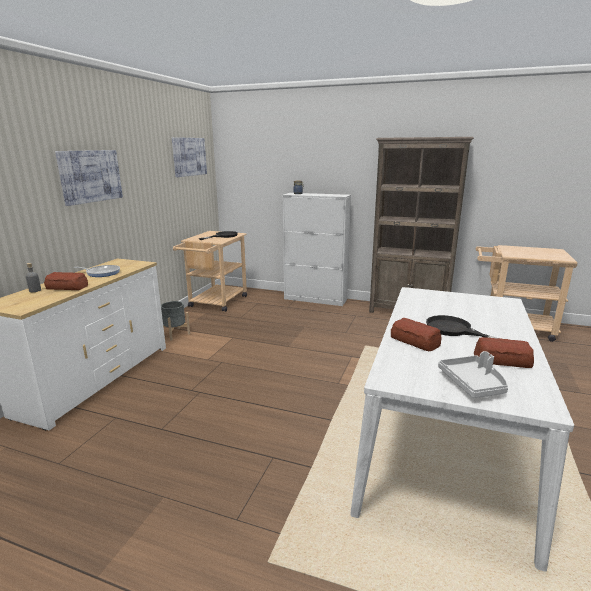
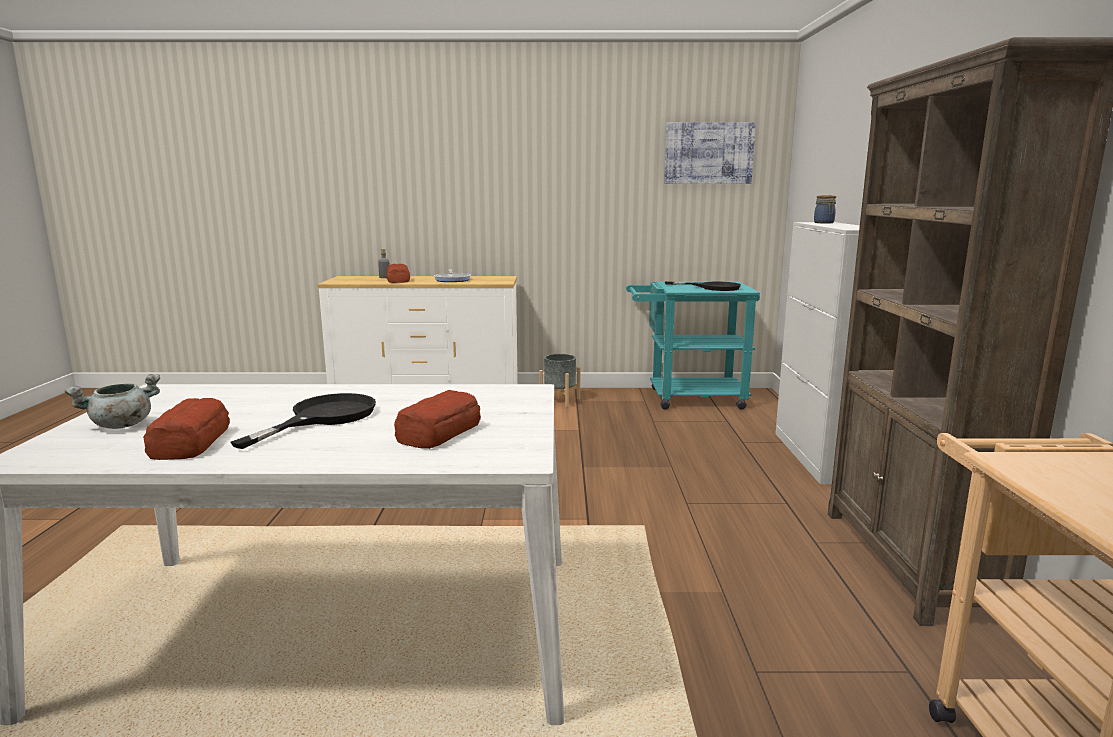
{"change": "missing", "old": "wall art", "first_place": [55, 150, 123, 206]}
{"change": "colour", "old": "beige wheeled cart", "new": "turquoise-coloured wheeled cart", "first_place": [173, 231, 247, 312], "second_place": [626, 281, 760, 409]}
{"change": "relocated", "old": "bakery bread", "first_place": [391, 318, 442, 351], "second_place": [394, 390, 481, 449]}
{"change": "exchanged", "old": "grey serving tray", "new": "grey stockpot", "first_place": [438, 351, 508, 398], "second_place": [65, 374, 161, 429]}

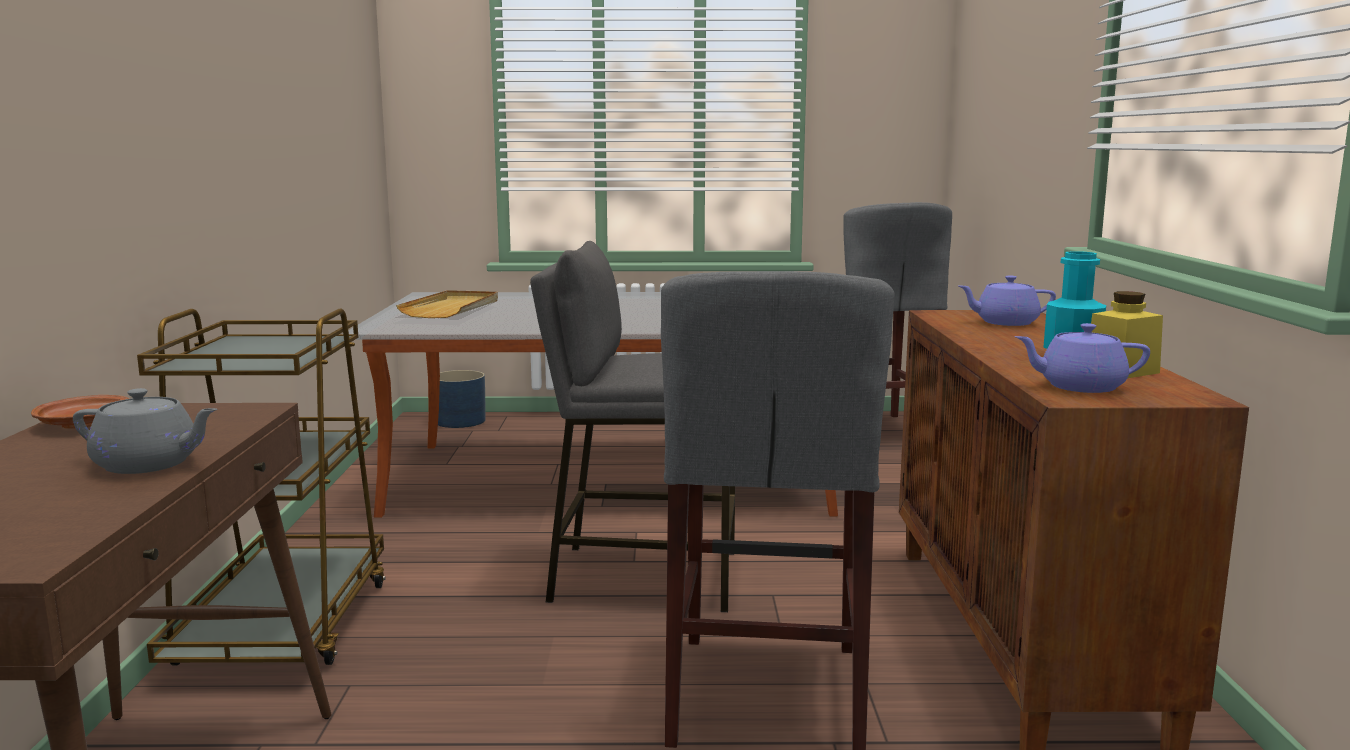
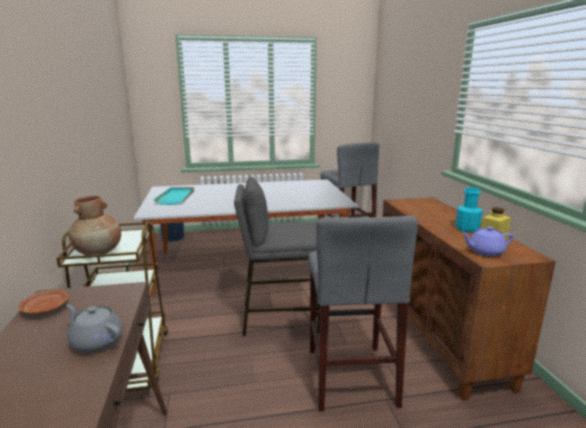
{"change": "missing", "old": "purple-coloured pot for tea", "first_place": [959, 275, 1056, 326]}
{"change": "colour", "old": "beige serving tray", "new": "turquoise-coloured serving tray", "first_place": [396, 290, 498, 318], "second_place": [154, 187, 194, 205]}
{"change": "spun", "old": "grey pot for tea", "first_place": [73, 388, 217, 474], "second_place": [66, 304, 122, 352], "degrees": -150}
{"change": "appeared", "new": "brownish vase", "second_place": [69, 196, 121, 255]}

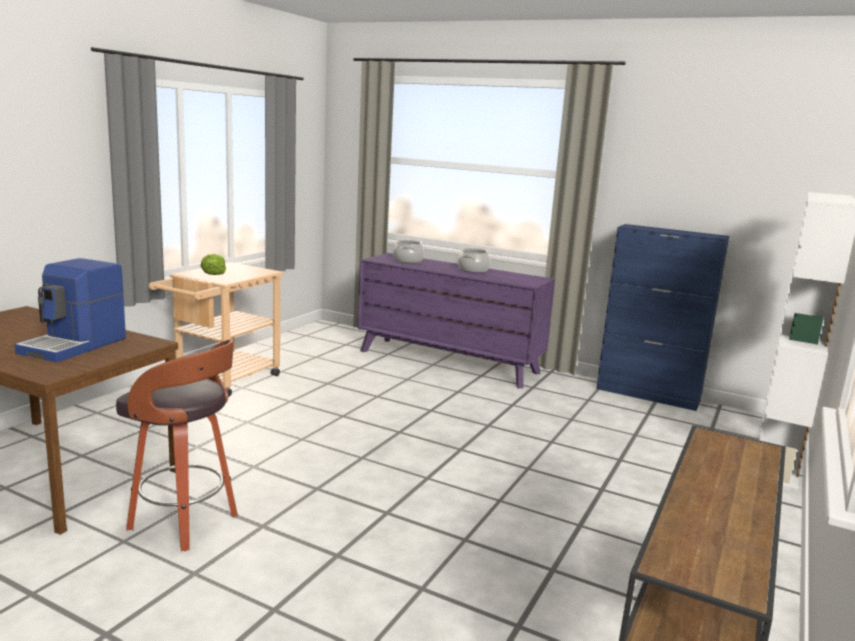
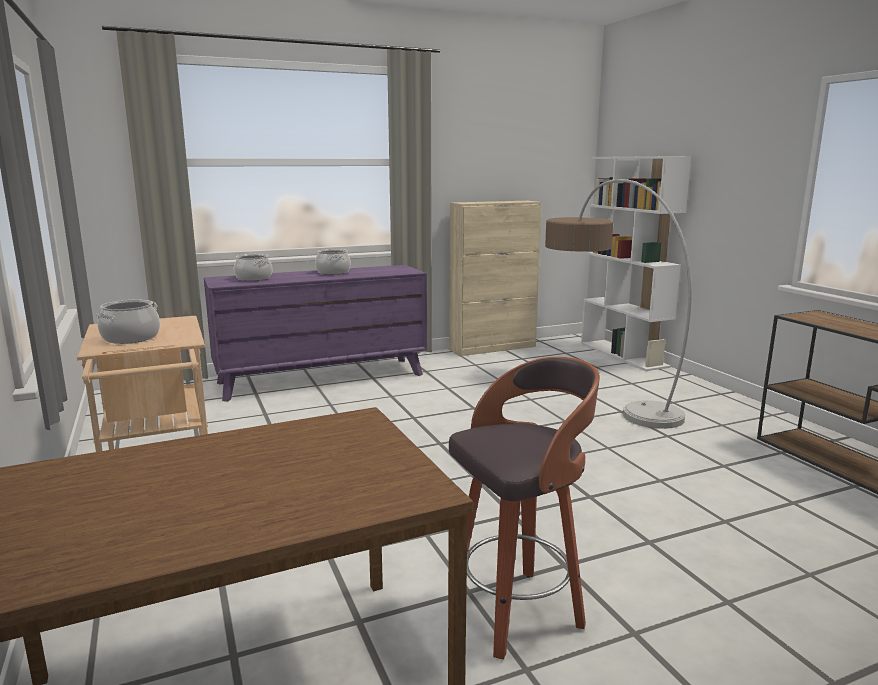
{"change": "colour", "old": "blue cupboard", "new": "beige cupboard", "first_place": [596, 224, 729, 411], "second_place": [449, 201, 542, 356]}
{"change": "exchanged", "old": "head of lettuce", "new": "stockpot", "first_place": [201, 254, 226, 275], "second_place": [96, 300, 160, 344]}
{"change": "missing", "old": "coffee maker", "first_place": [14, 258, 126, 363]}
{"change": "appeared", "new": "standard lamp", "second_place": [545, 179, 692, 429]}

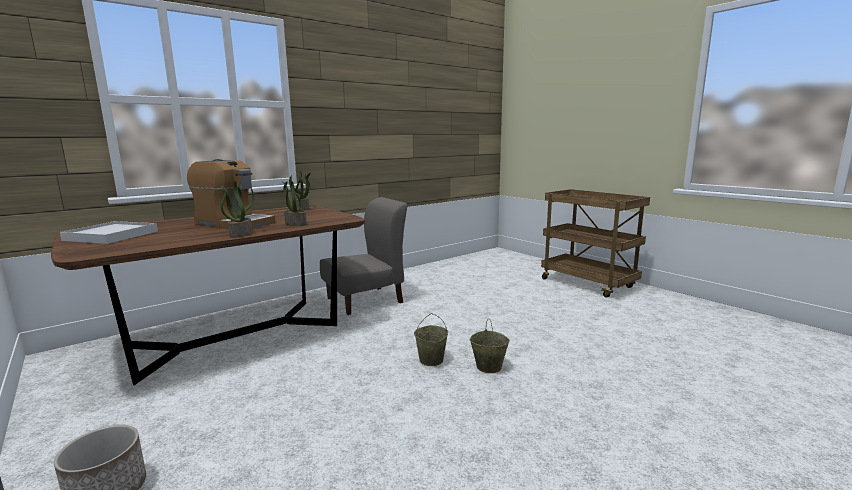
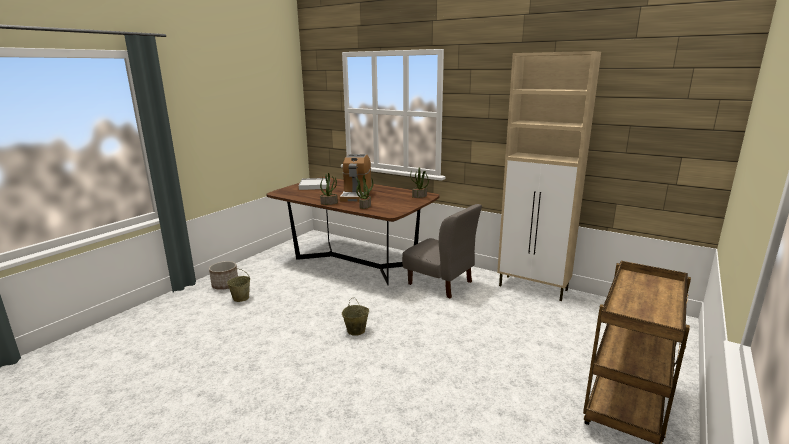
{"change": "relocated", "old": "beige pail", "first_place": [470, 319, 510, 373], "second_place": [227, 269, 250, 302]}
{"change": "appeared", "new": "beige cupboard", "second_place": [497, 51, 601, 301]}

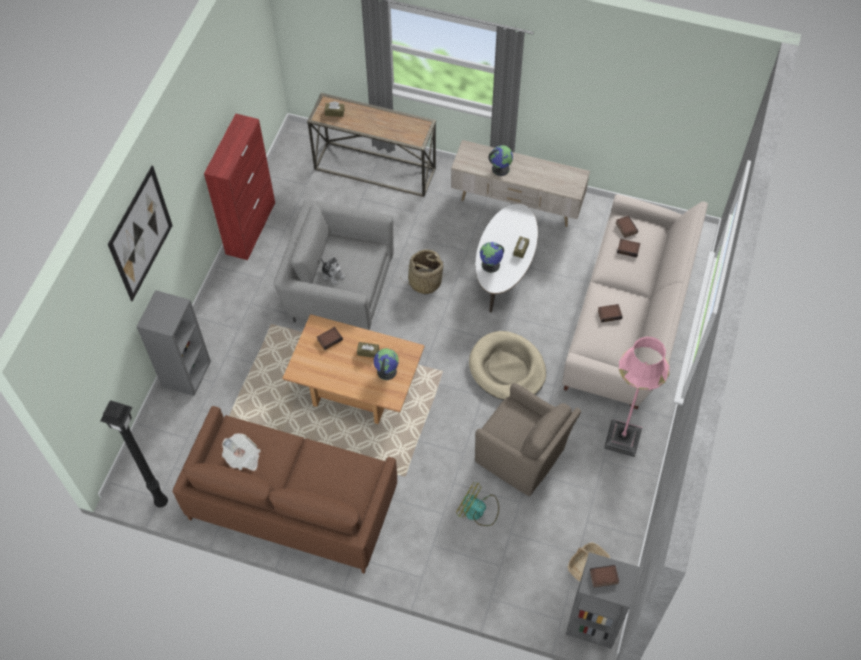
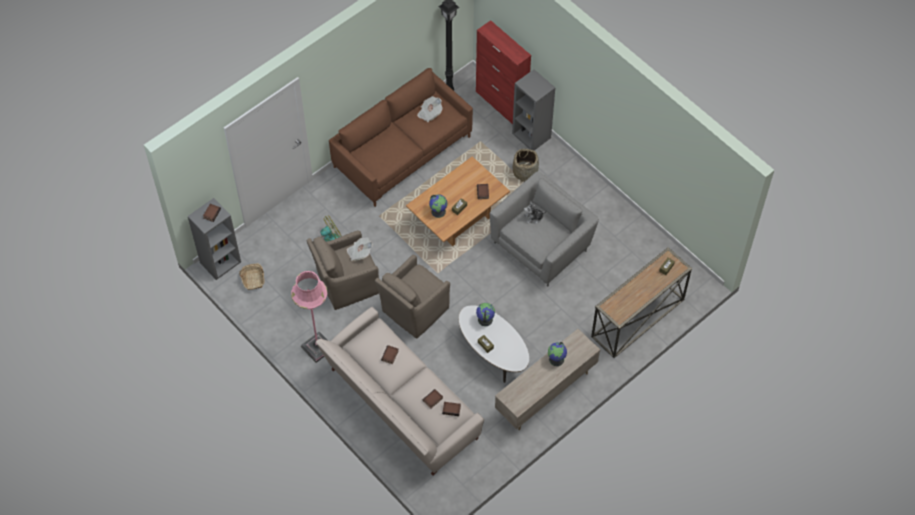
{"change": "relocated", "old": "red cupboard", "first_place": [204, 114, 275, 260], "second_place": [476, 20, 531, 124]}
{"change": "missing", "old": "wall art", "first_place": [108, 166, 173, 301]}
{"change": "relocated", "old": "storage basket", "first_place": [400, 249, 447, 294], "second_place": [513, 149, 539, 182]}
{"change": "exchanged", "old": "beige dog bed", "new": "brownish lounge chair", "first_place": [469, 331, 546, 400], "second_place": [375, 255, 450, 339]}
{"change": "appeared", "new": "daily paper", "second_place": [346, 237, 373, 261]}

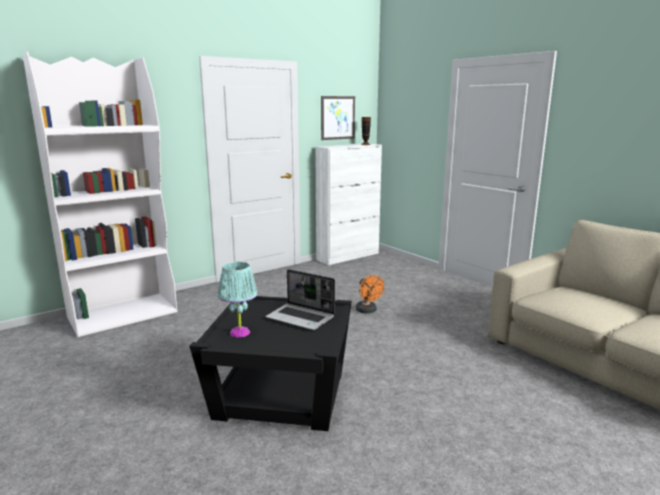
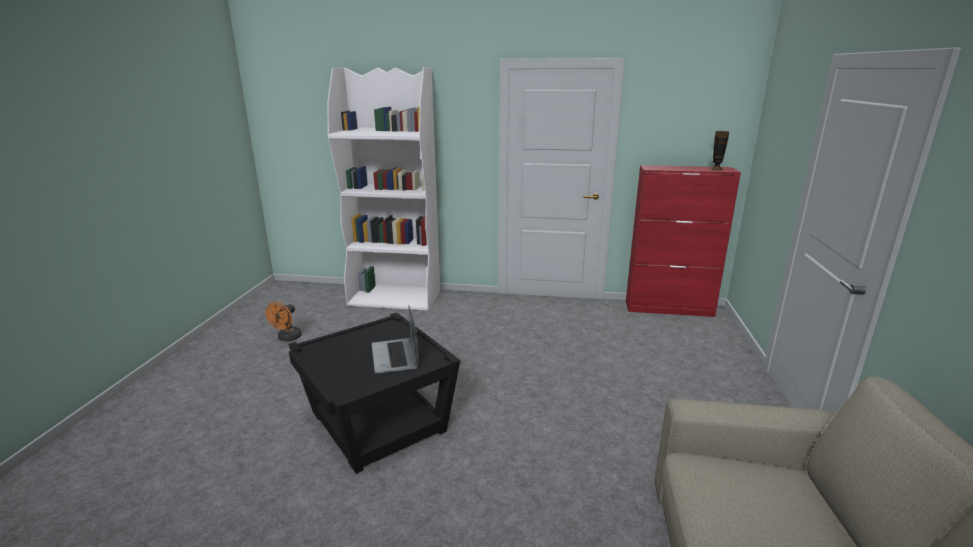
{"change": "missing", "old": "wall art", "first_place": [321, 96, 355, 140]}
{"change": "colour", "old": "whitish cupboard", "new": "red cupboard", "first_place": [315, 144, 382, 265], "second_place": [626, 165, 741, 317]}
{"change": "missing", "old": "turquoise-coloured tabletop lamp", "first_place": [218, 262, 258, 337]}
{"change": "relocated", "old": "orangey electric fan", "first_place": [356, 275, 384, 314], "second_place": [265, 302, 302, 341]}

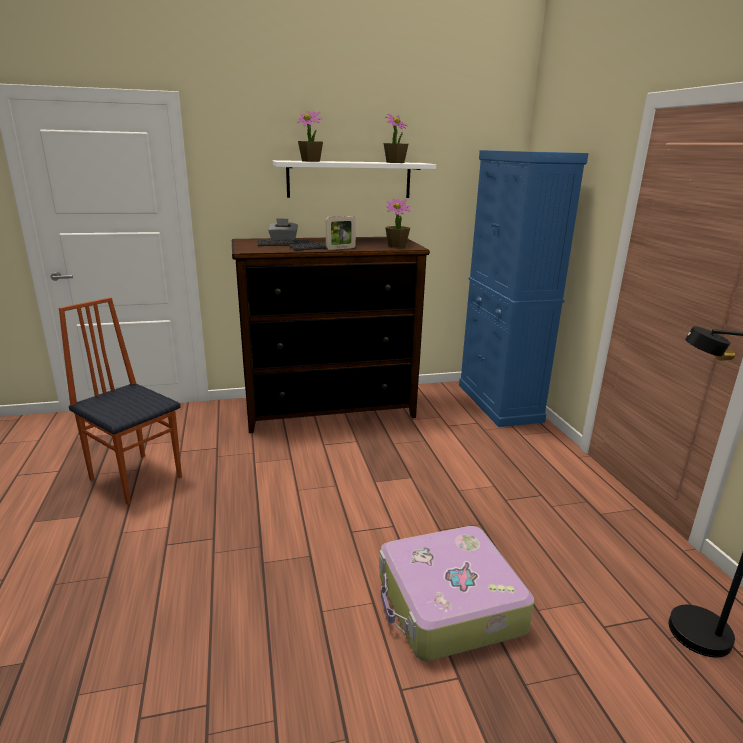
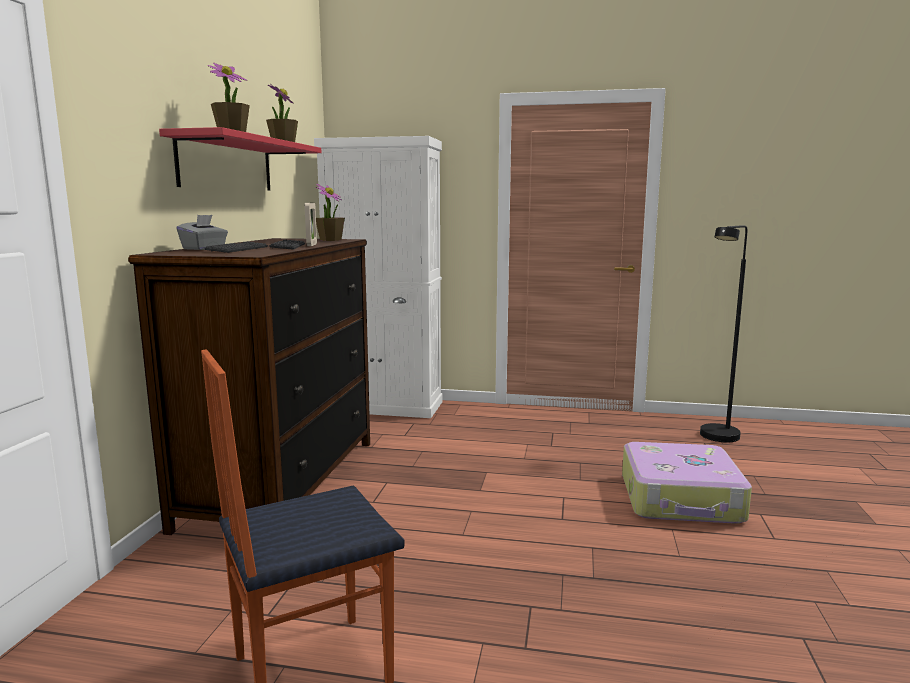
{"change": "colour", "old": "blue cupboard", "new": "whitish cupboard", "first_place": [459, 150, 589, 427], "second_place": [314, 136, 443, 418]}
{"change": "colour", "old": "whitish shelf", "new": "red shelf", "first_place": [272, 160, 436, 198], "second_place": [159, 127, 321, 190]}

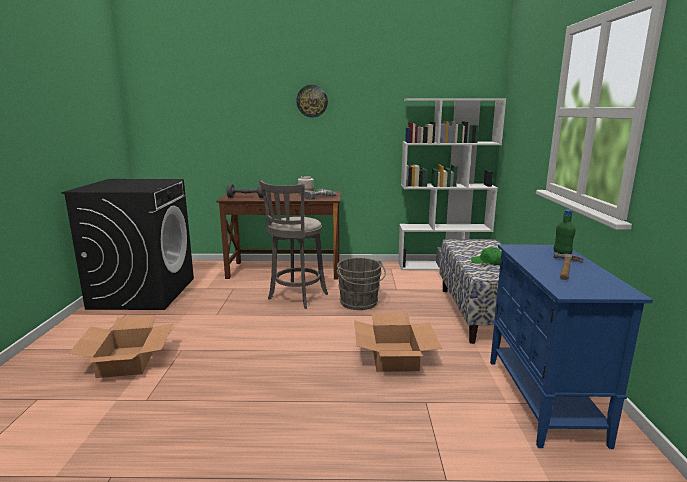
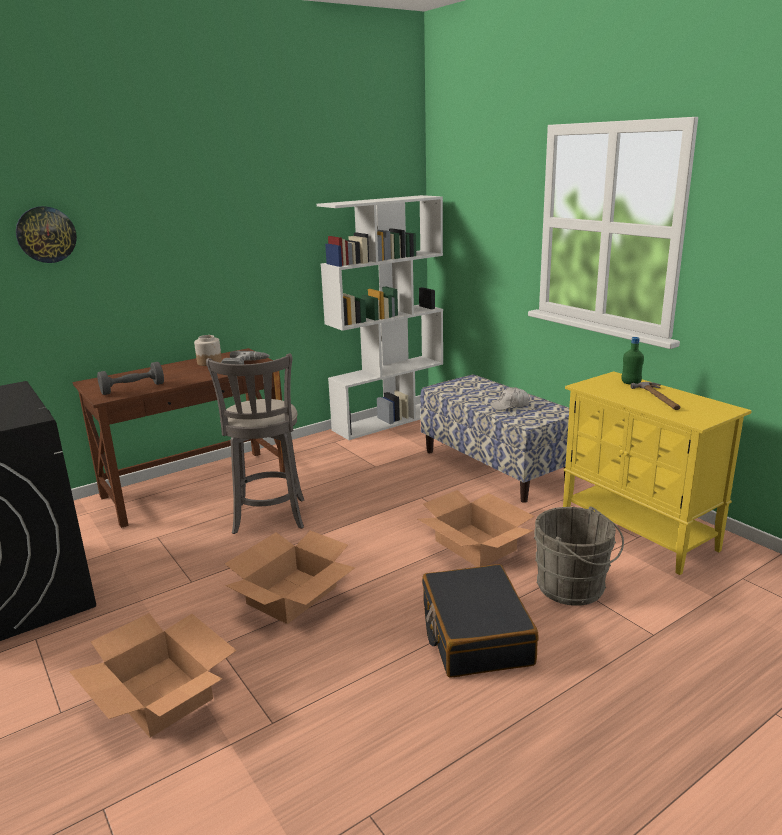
{"change": "relocated", "old": "hanging clock", "first_place": [296, 85, 328, 118], "second_place": [16, 206, 77, 263]}
{"change": "colour", "old": "blue cupboard", "new": "yellowish cupboard", "first_place": [490, 245, 653, 449], "second_place": [563, 371, 752, 575]}
{"change": "colour", "old": "greenish peaked cap", "new": "whitish peaked cap", "first_place": [471, 247, 502, 265], "second_place": [489, 387, 529, 410]}
{"change": "relocated", "old": "grey pail", "first_place": [337, 258, 386, 310], "second_place": [534, 506, 624, 606]}
{"change": "appeared", "new": "carton", "second_place": [225, 531, 356, 624]}
{"change": "appeared", "new": "black-coloured suitcase", "second_place": [422, 564, 539, 678]}

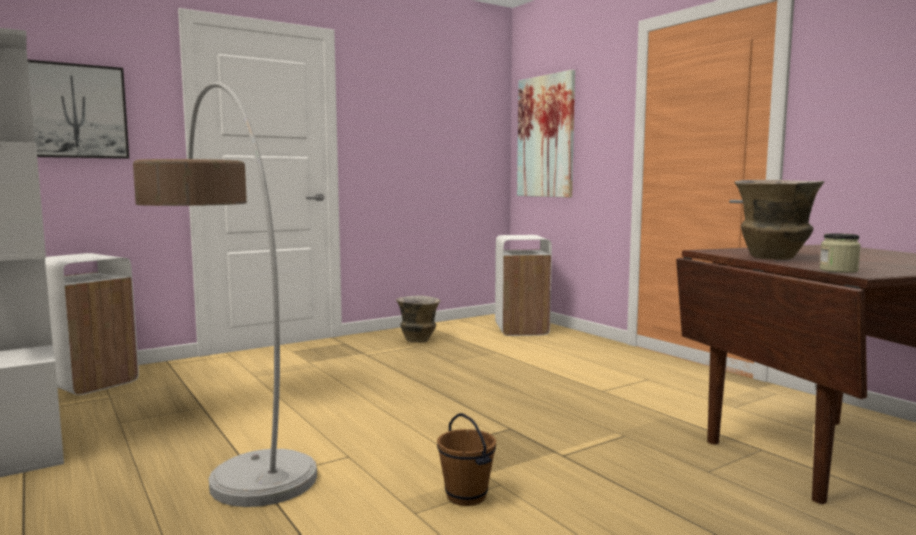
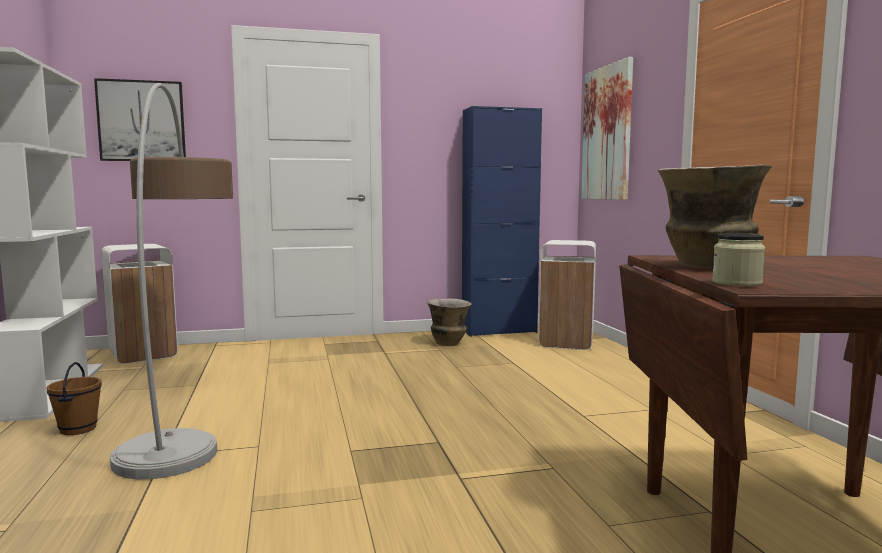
{"change": "relocated", "old": "brownish pail", "first_place": [437, 413, 496, 506], "second_place": [46, 362, 102, 435]}
{"change": "appeared", "new": "blue cupboard", "second_place": [462, 106, 542, 337]}

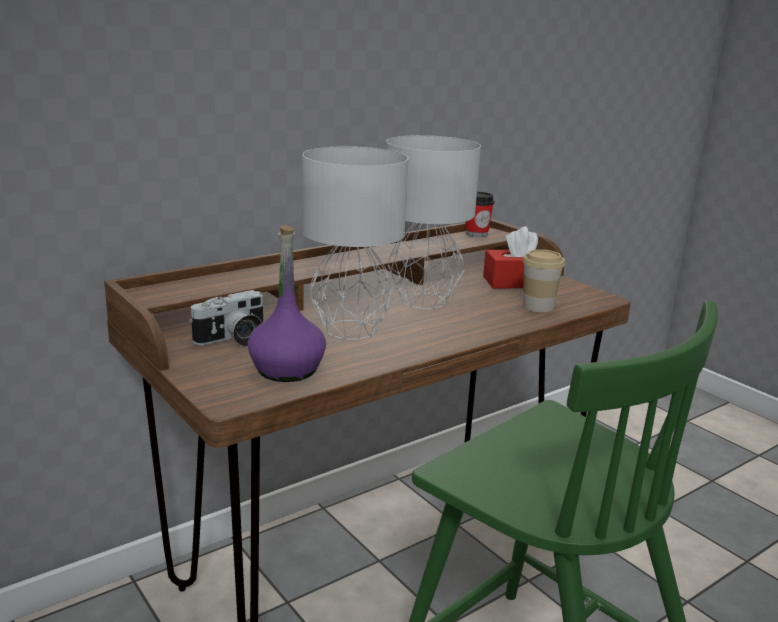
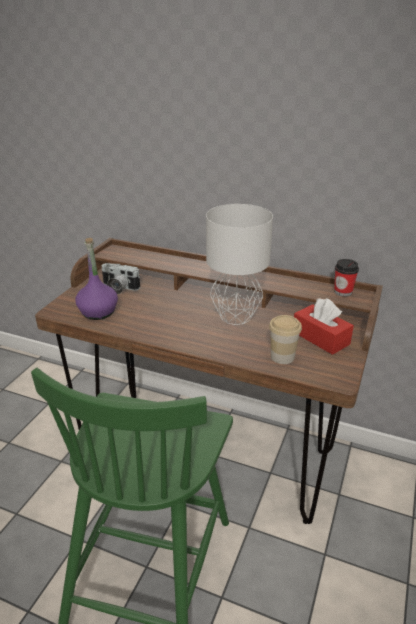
{"change": "missing", "old": "grey tabletop lamp", "first_place": [302, 146, 408, 339]}

